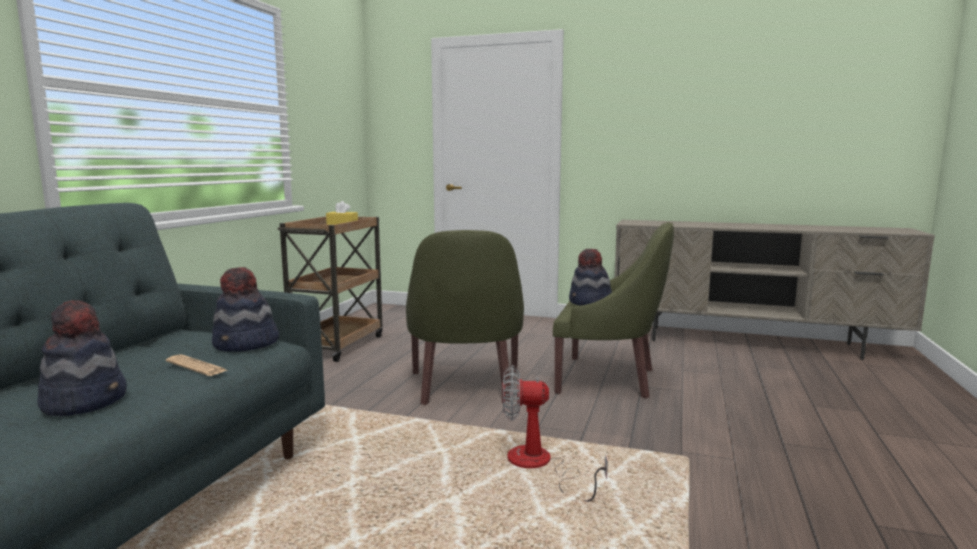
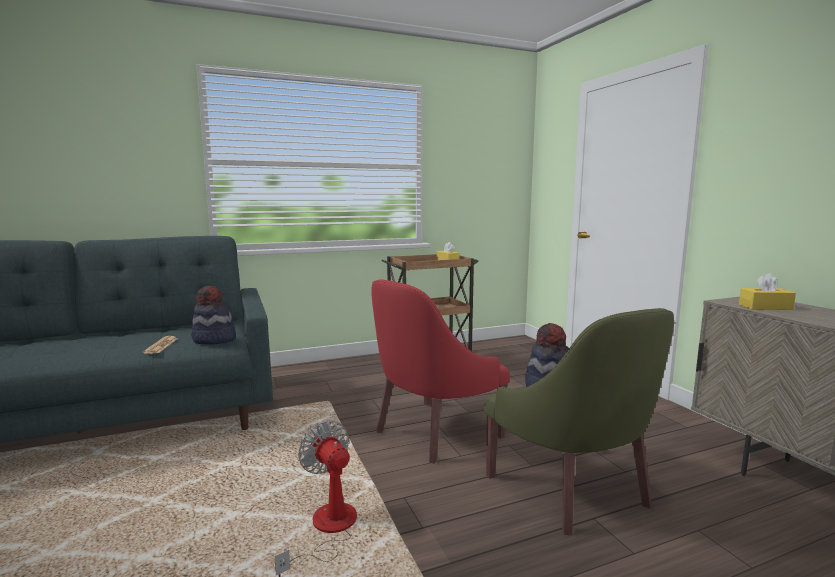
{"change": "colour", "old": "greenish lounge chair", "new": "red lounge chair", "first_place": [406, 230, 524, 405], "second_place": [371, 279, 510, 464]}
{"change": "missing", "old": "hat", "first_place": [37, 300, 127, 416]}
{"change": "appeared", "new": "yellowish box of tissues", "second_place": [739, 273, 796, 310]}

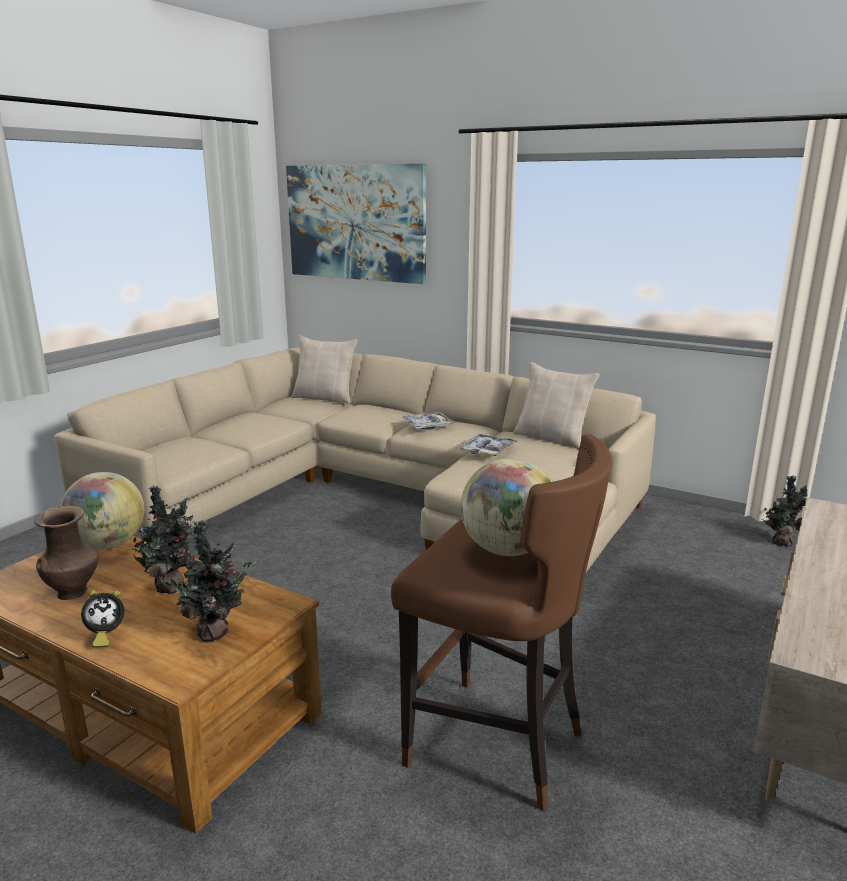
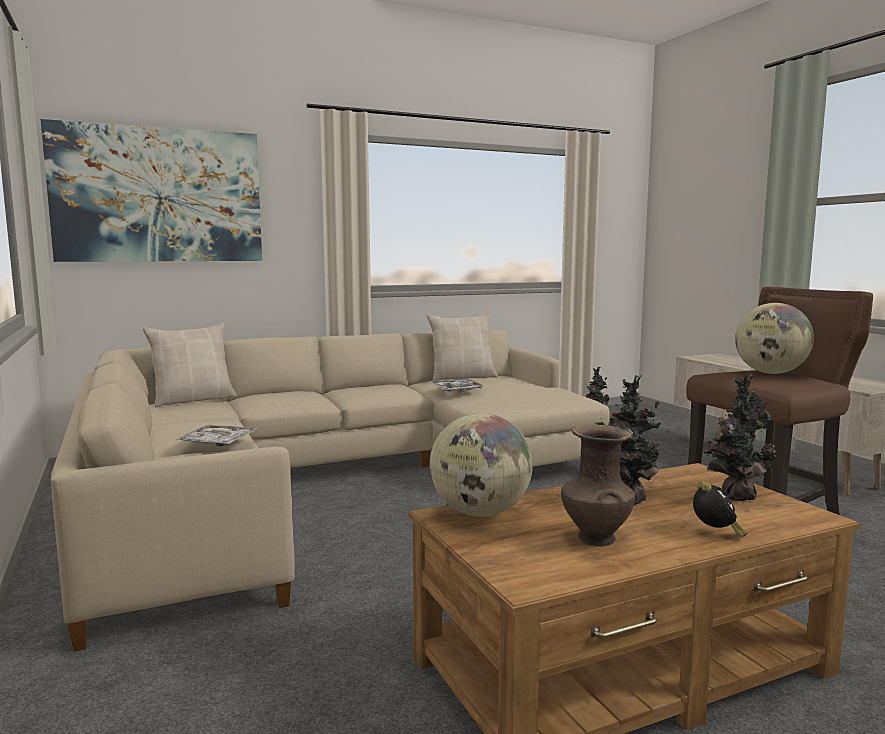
{"change": "relocated", "old": "serving tray", "first_place": [402, 412, 456, 429], "second_place": [177, 425, 257, 446]}

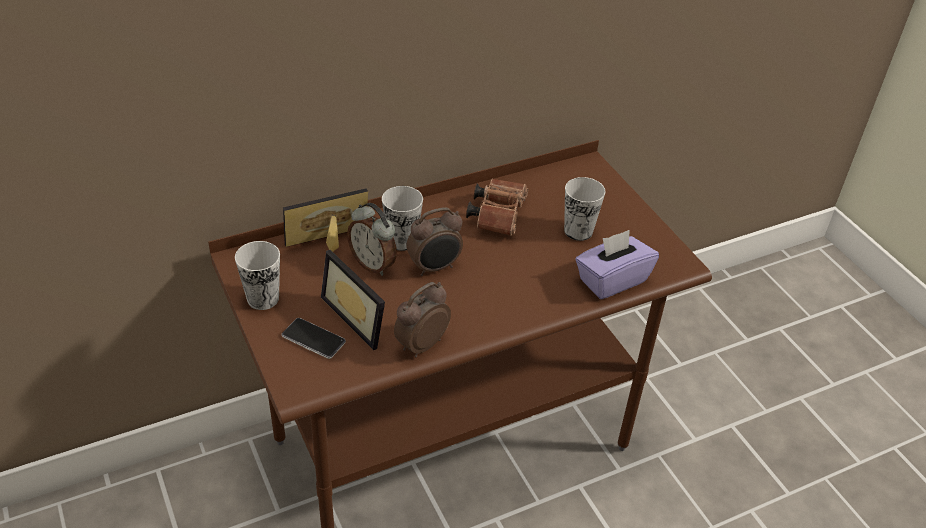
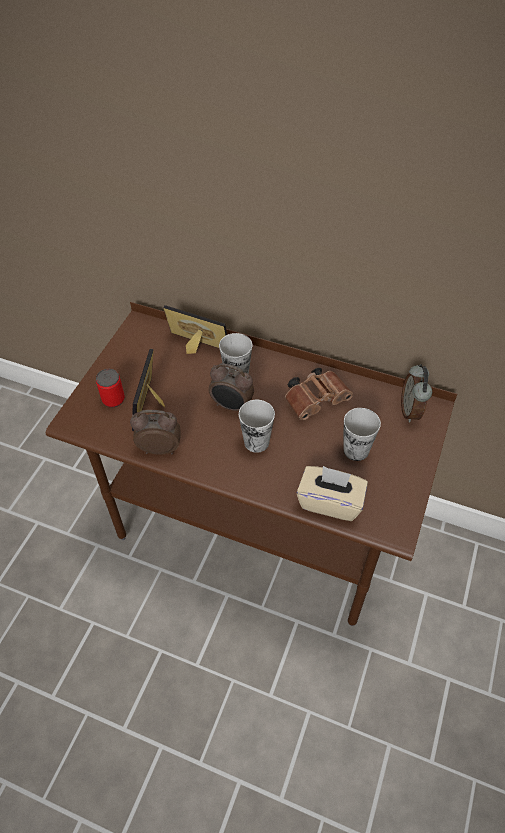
{"change": "relocated", "old": "bedside clock", "first_place": [347, 203, 397, 276], "second_place": [401, 364, 432, 422]}
{"change": "colour", "old": "purple-coloured box of tissues", "new": "beige box of tissues", "first_place": [575, 230, 659, 299], "second_place": [297, 466, 368, 521]}
{"change": "relocated", "old": "small cup", "first_place": [235, 241, 280, 310], "second_place": [239, 400, 275, 453]}
{"change": "exchanged", "old": "handset", "new": "metal can", "first_place": [282, 318, 346, 359], "second_place": [96, 369, 125, 408]}

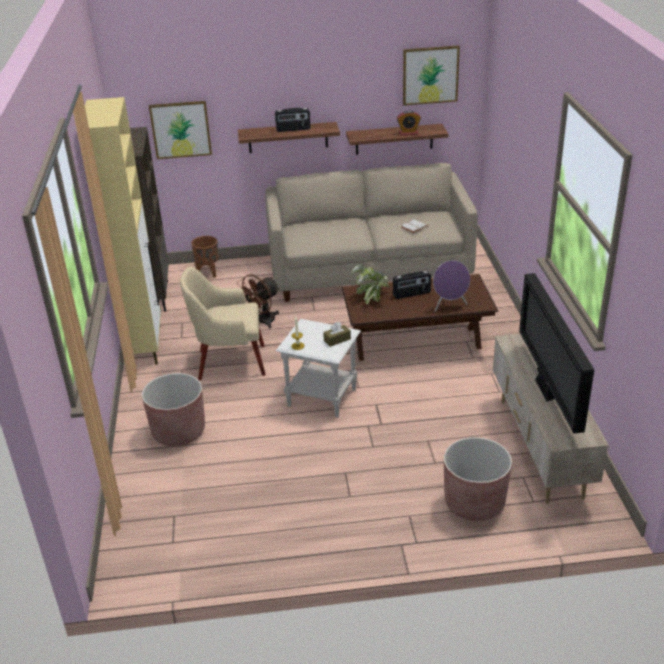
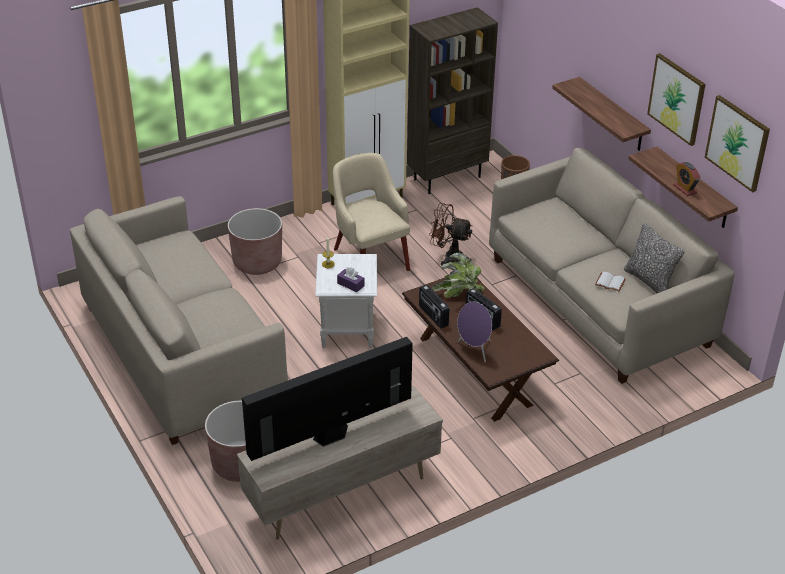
{"change": "relocated", "old": "wall art", "first_place": [149, 101, 212, 159], "second_place": [647, 53, 706, 146]}
{"change": "relocated", "old": "radio", "first_place": [275, 108, 311, 132], "second_place": [419, 285, 449, 329]}
{"change": "colour", "old": "brownish box of tissues", "new": "purple-coloured box of tissues", "first_place": [323, 322, 351, 347], "second_place": [337, 268, 364, 292]}
{"change": "appeared", "new": "beige settee", "second_place": [70, 196, 288, 445]}
{"change": "appeared", "new": "pillow", "second_place": [624, 223, 685, 294]}

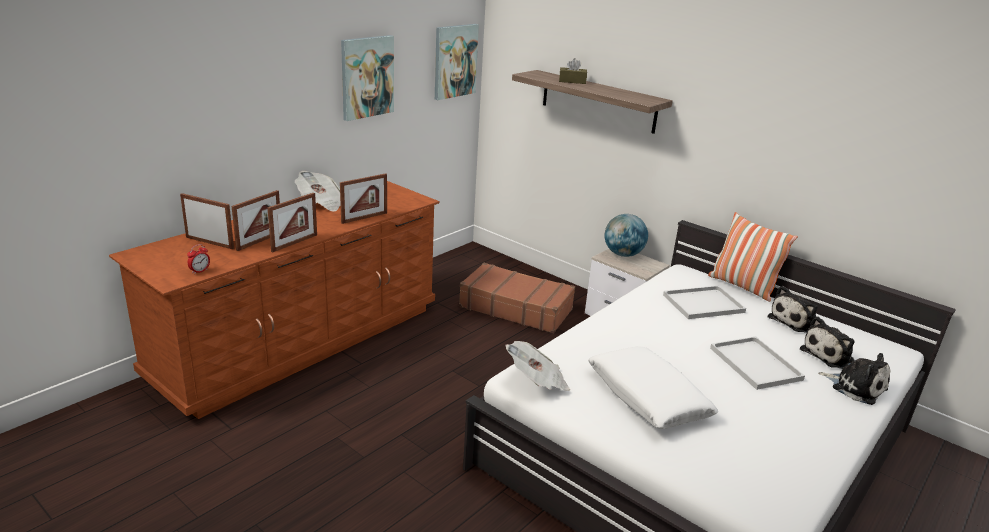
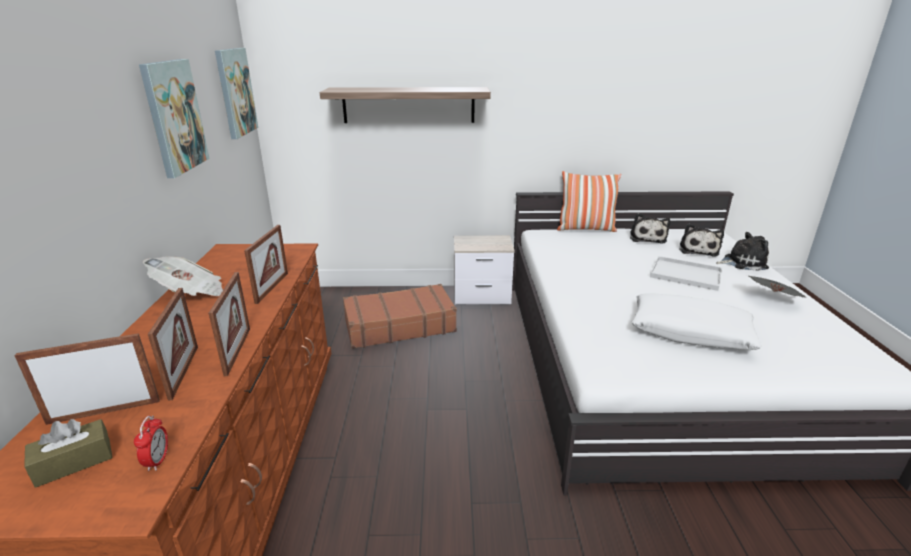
{"change": "relocated", "old": "brownish box of tissues", "first_place": [559, 58, 587, 84], "second_place": [24, 419, 113, 487]}
{"change": "missing", "old": "world globe", "first_place": [605, 214, 648, 257]}
{"change": "missing", "old": "whitish serving tray", "first_place": [663, 286, 746, 319]}
{"change": "relocated", "old": "daily paper", "first_place": [505, 341, 570, 391], "second_place": [747, 275, 806, 298]}

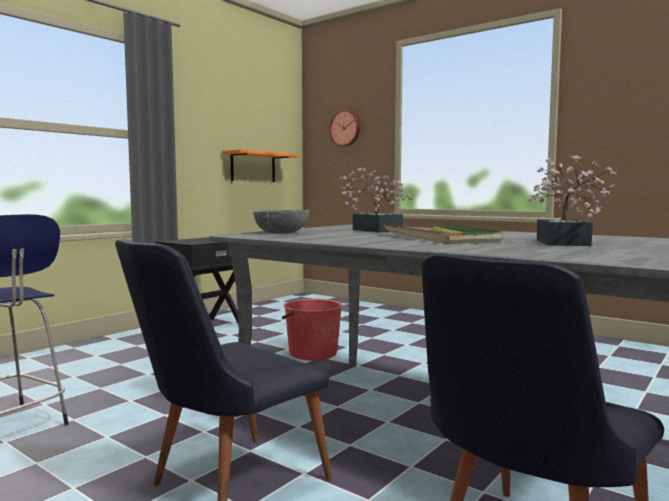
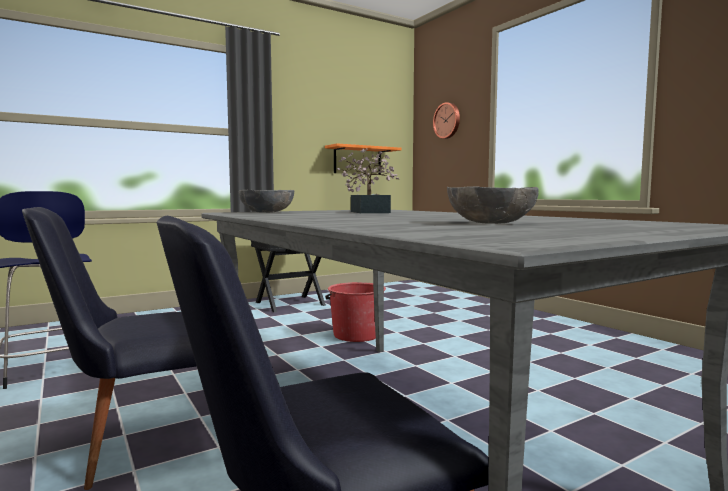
{"change": "exchanged", "old": "houseplant", "new": "grey bowl", "first_place": [529, 155, 616, 246], "second_place": [447, 186, 539, 224]}
{"change": "missing", "old": "greenish serving tray", "first_place": [383, 223, 502, 244]}

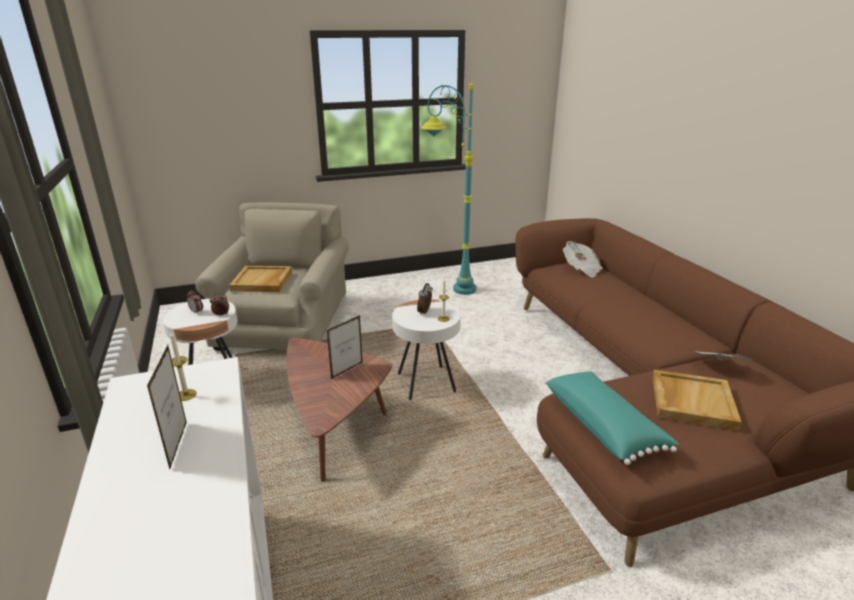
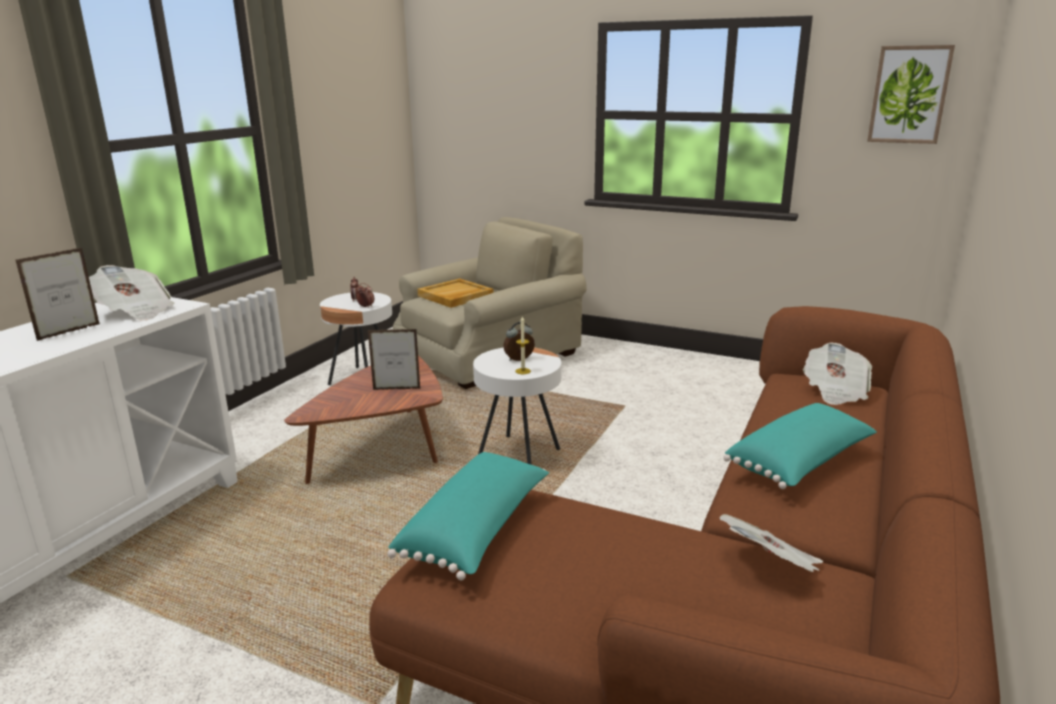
{"change": "missing", "old": "turquoise-coloured standard lamp", "first_place": [421, 78, 476, 295]}
{"change": "exchanged", "old": "wax light", "new": "daily paper", "first_place": [170, 331, 197, 401], "second_place": [89, 265, 175, 321]}
{"change": "missing", "old": "beige serving tray", "first_place": [652, 370, 742, 431]}
{"change": "appeared", "new": "wall art", "second_place": [867, 45, 955, 144]}
{"change": "appeared", "new": "turquoise-coloured pillow", "second_place": [723, 403, 877, 489]}

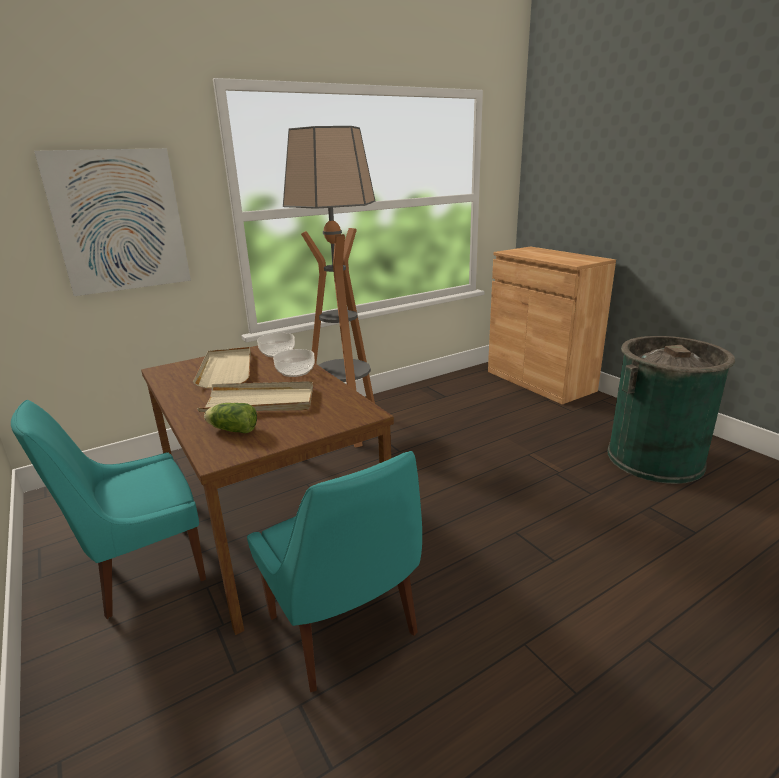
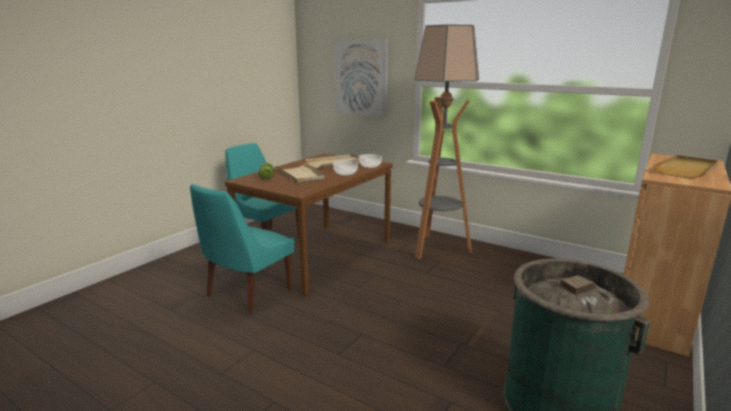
{"change": "appeared", "new": "beige serving tray", "second_place": [653, 155, 718, 179]}

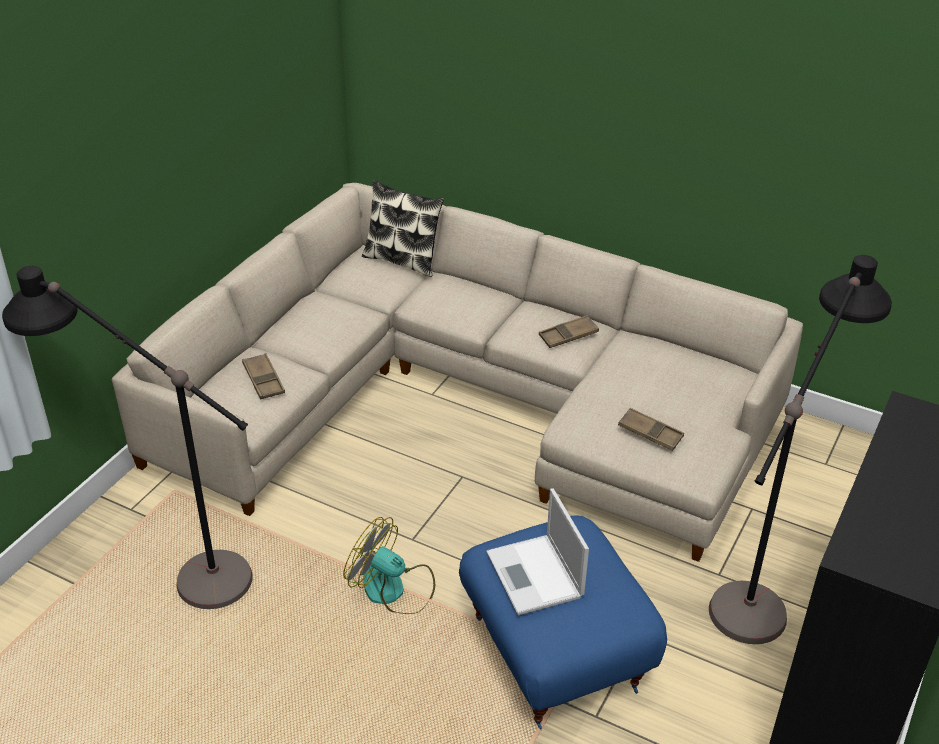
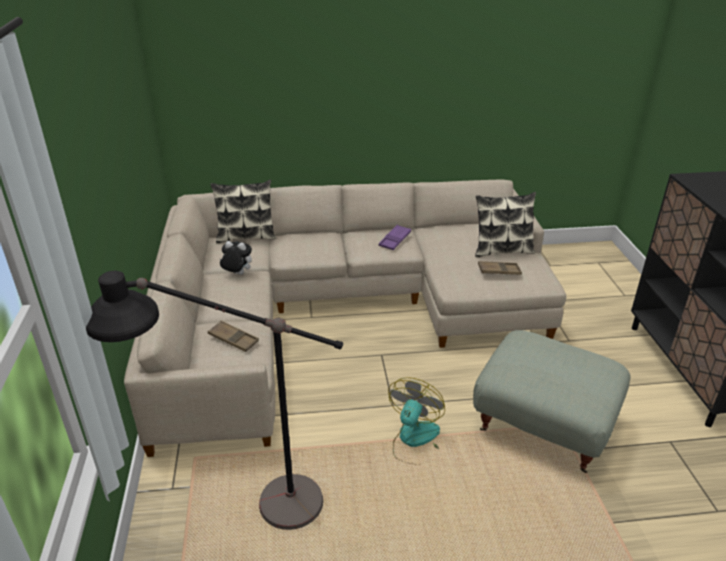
{"change": "missing", "old": "black-coloured standard lamp", "first_place": [709, 255, 892, 644]}
{"change": "colour", "old": "brownish serving tray", "new": "purple-coloured serving tray", "first_place": [539, 315, 599, 348], "second_place": [379, 225, 411, 250]}
{"change": "missing", "old": "notebook computer", "first_place": [486, 488, 589, 615]}
{"change": "colour", "old": "blue ottoman", "new": "grey ottoman", "first_place": [459, 515, 667, 730], "second_place": [473, 330, 631, 473]}
{"change": "spun", "old": "electric fan", "first_place": [343, 517, 435, 614], "second_place": [388, 377, 445, 465], "degrees": 120}
{"change": "appeared", "new": "pillow", "second_place": [475, 192, 536, 257]}
{"change": "appeared", "new": "cuddly toy", "second_place": [220, 241, 252, 275]}

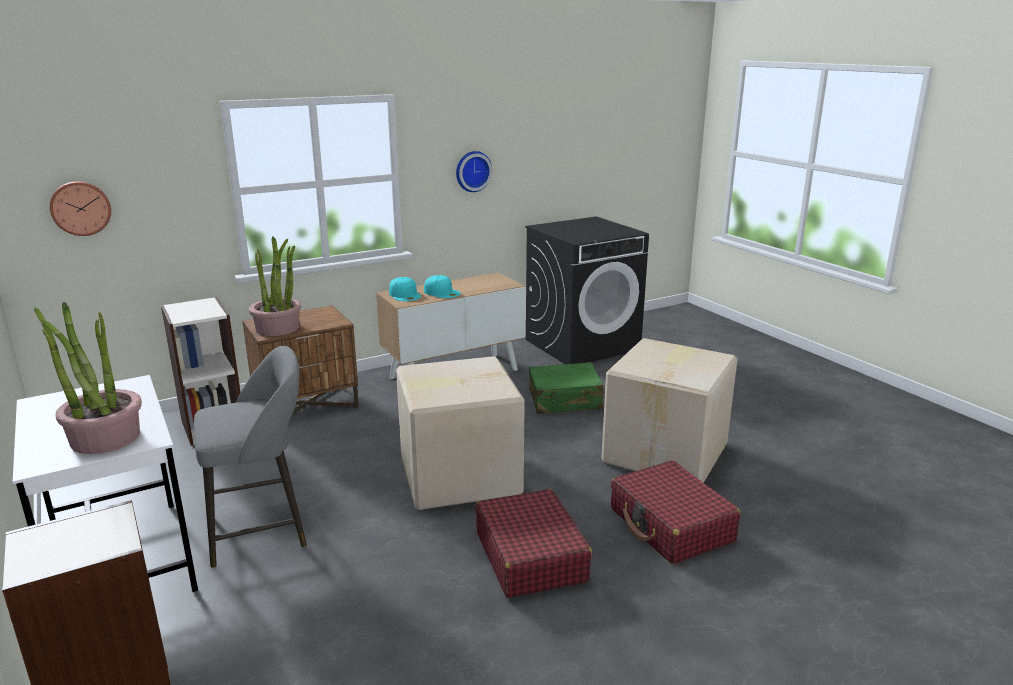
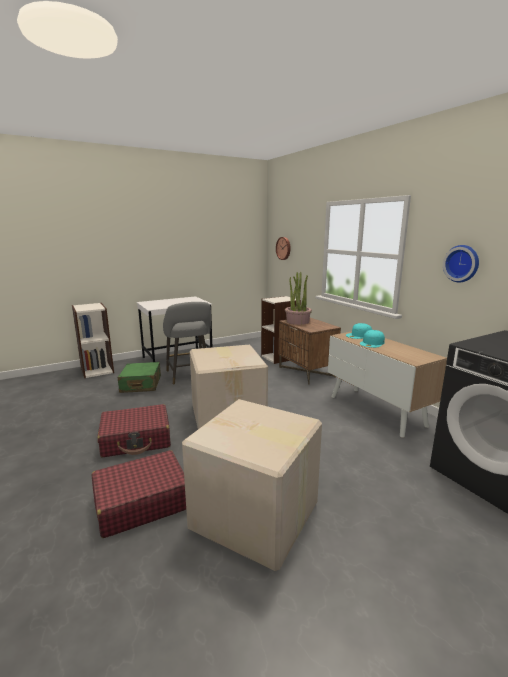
{"change": "missing", "old": "houseplant", "first_place": [34, 302, 142, 454]}
{"change": "relocated", "old": "greenish suitcase", "first_place": [529, 362, 604, 414], "second_place": [117, 362, 161, 393]}

